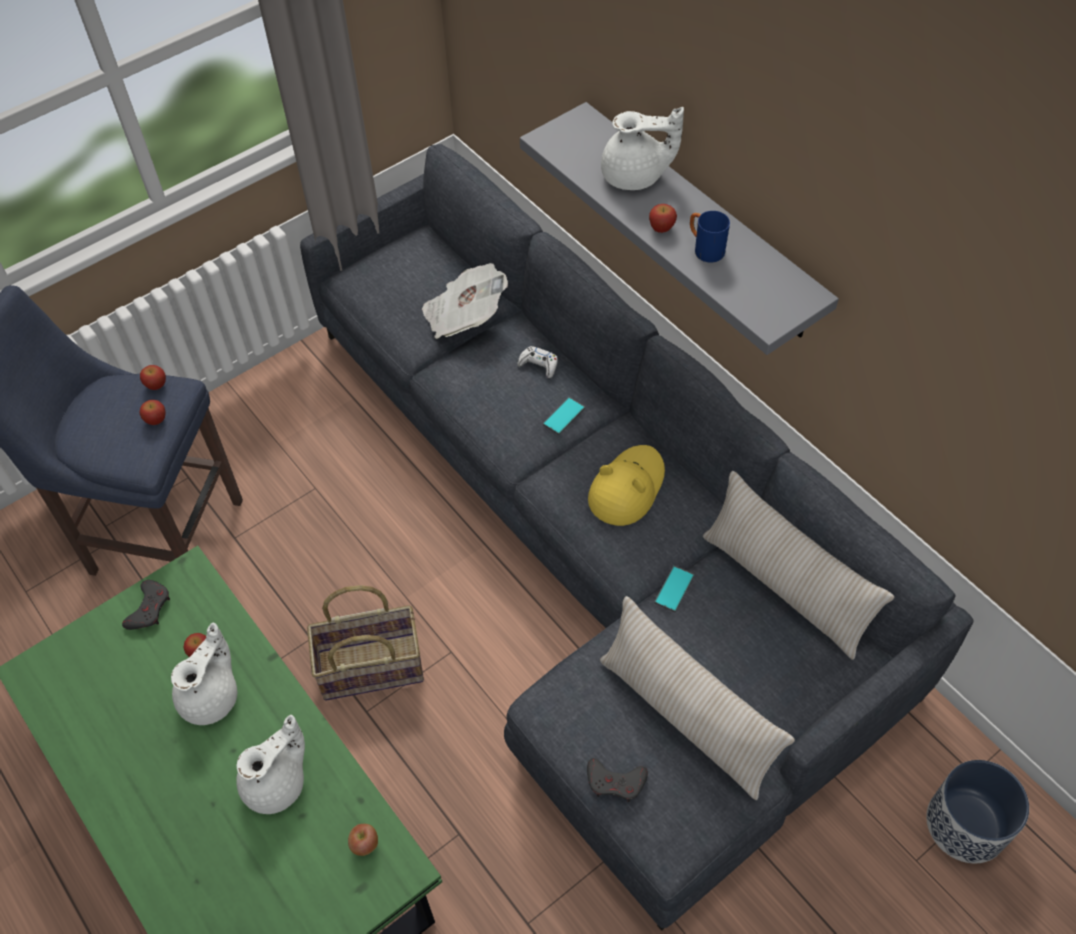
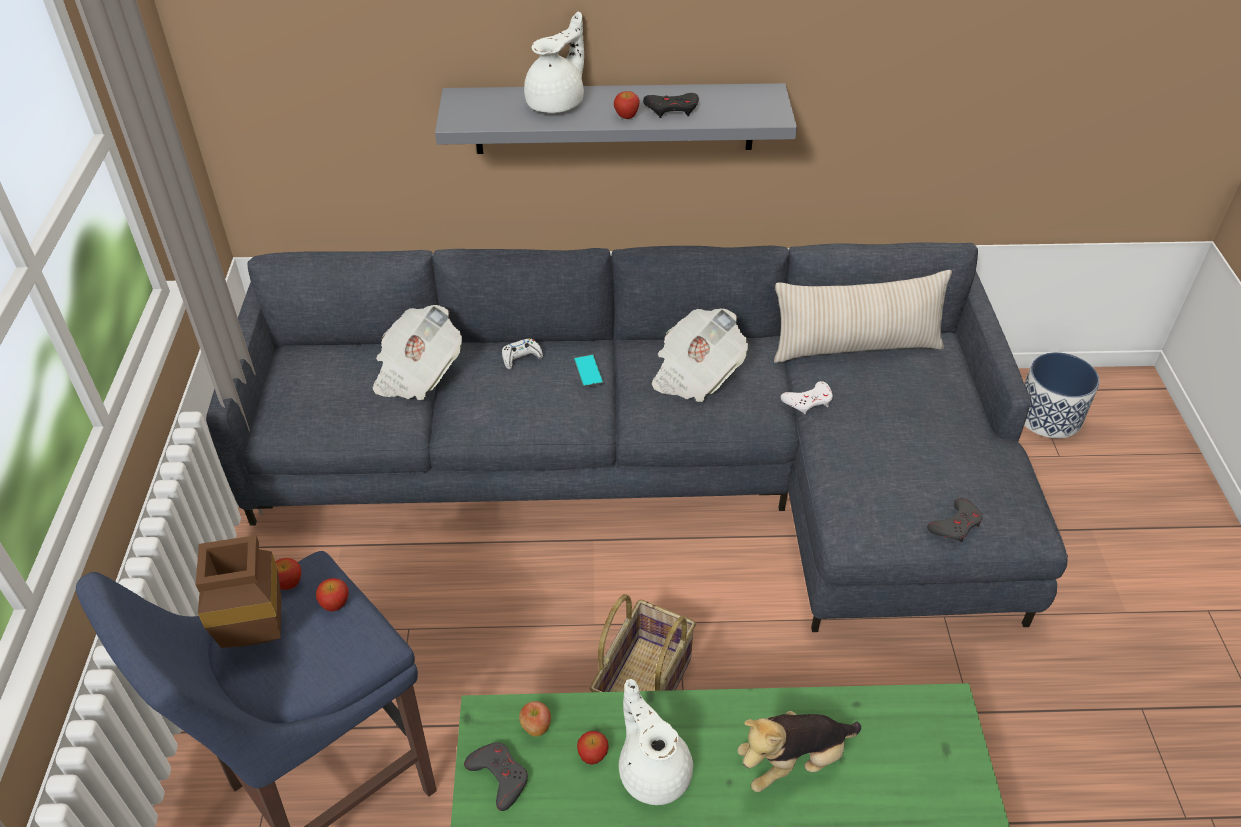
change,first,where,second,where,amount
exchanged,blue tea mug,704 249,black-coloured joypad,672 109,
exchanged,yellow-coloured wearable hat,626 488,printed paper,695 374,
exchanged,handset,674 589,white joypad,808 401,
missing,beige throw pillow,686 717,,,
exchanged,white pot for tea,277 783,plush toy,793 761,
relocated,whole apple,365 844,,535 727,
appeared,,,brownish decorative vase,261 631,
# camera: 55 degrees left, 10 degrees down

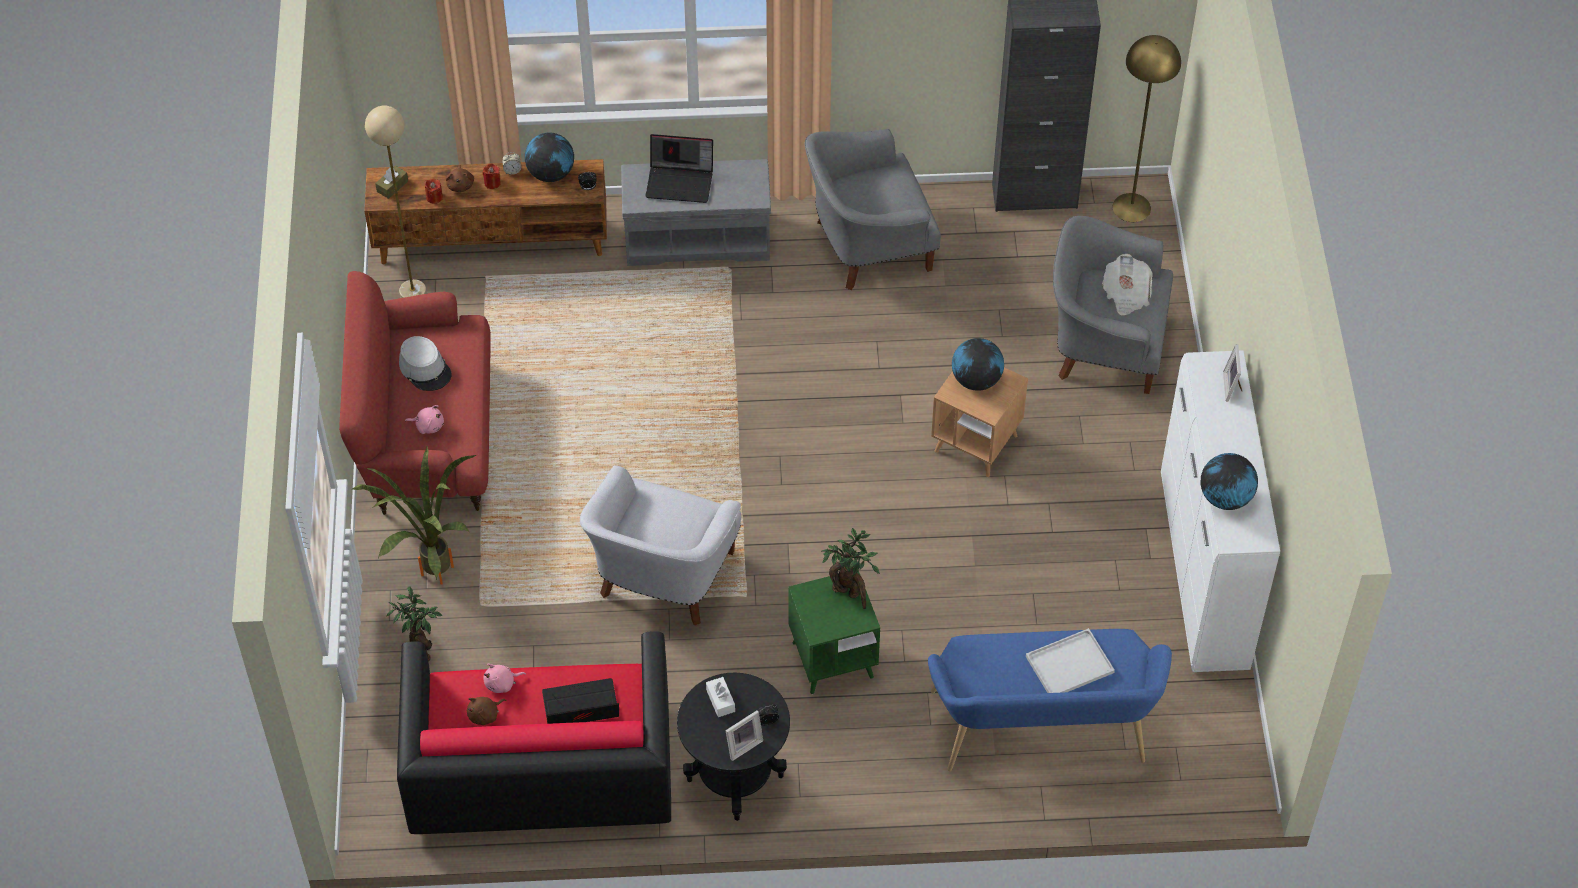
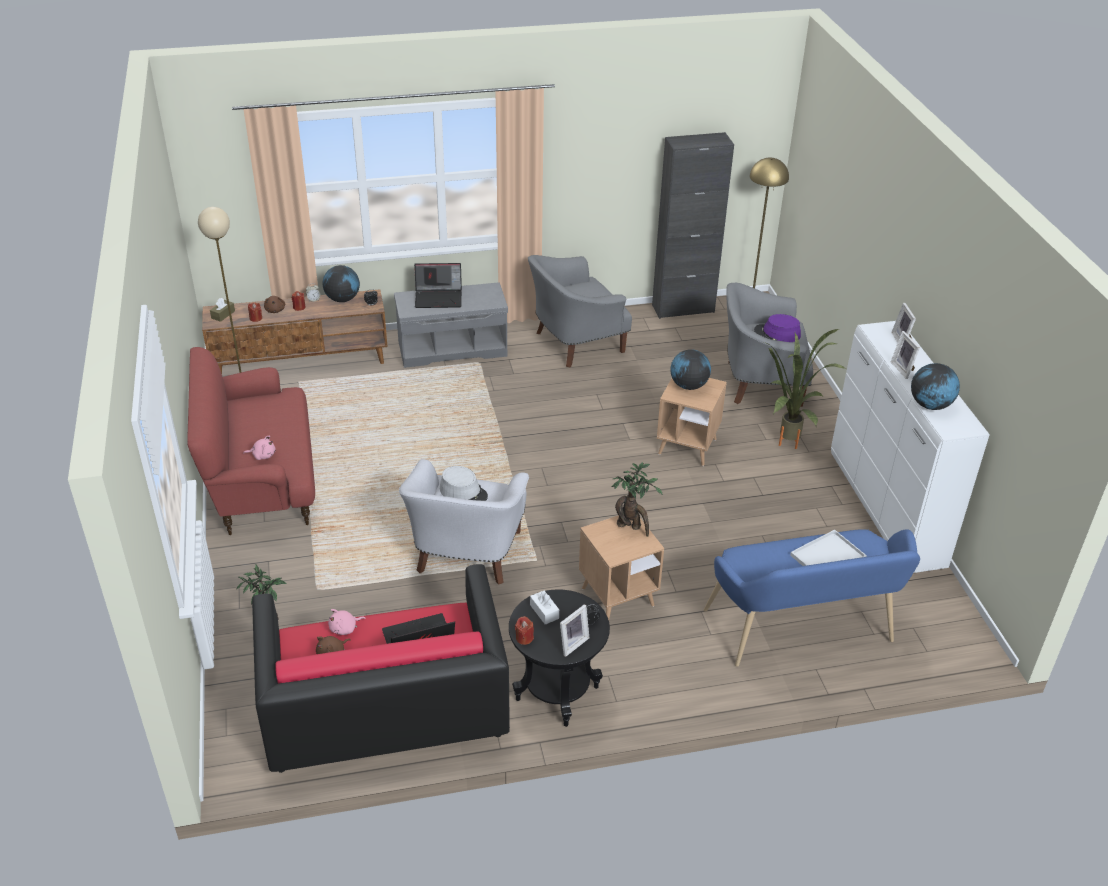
change,first,where,second,where,amount
exchanged,printed paper,1126 294,purplish wearable hat,777 334,
relocated,gray wearable hat,425 368,,463 492,
relocated,plant in a pot,429 577,,785 446,
colour,green accent table,832 660,brownish accent table,617 597,
appeared,,,photo frame,904 369,
appeared,,,red candle,524 638,
# camera: 10 degrees left, 15 degrees down

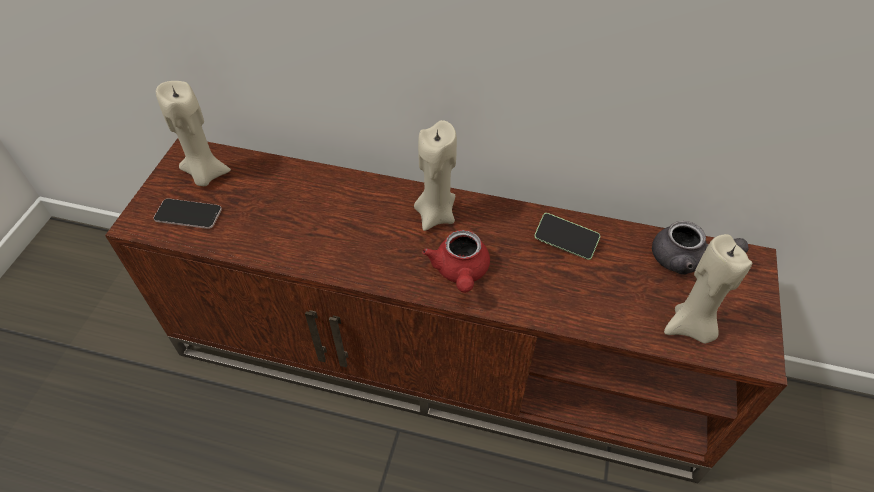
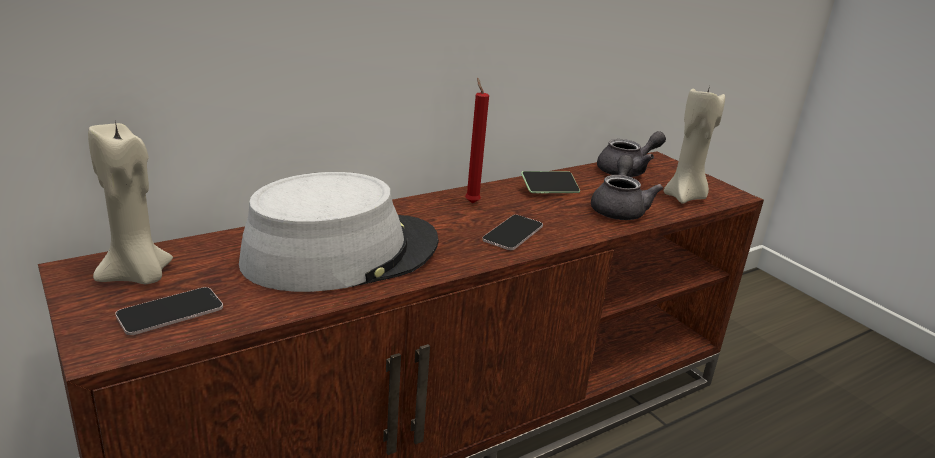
change,first,where,second,where,amount
missing,beige candle,436 215,,,
exchanged,red pot for tea,460 272,handset,513 233,
appeared,,,red candle,471 202,
appeared,,,gray pot for tea,619 208,
appeared,,,gray wearable hat,341 253,
# camera: 50 degrees left, 25 degrees down

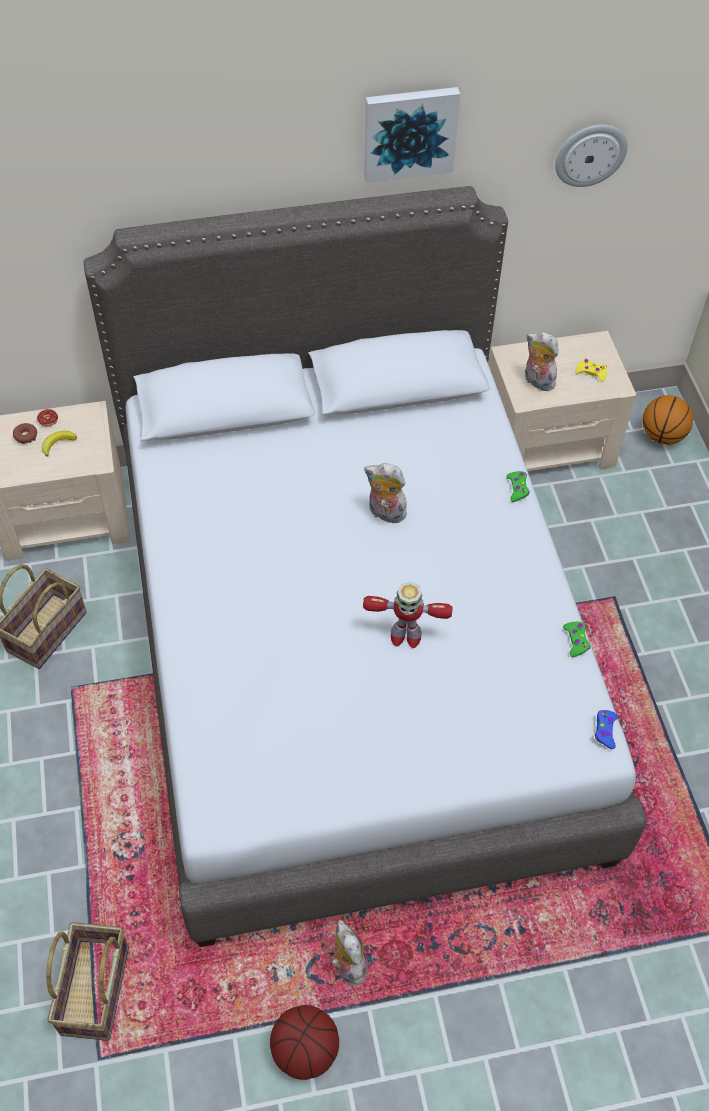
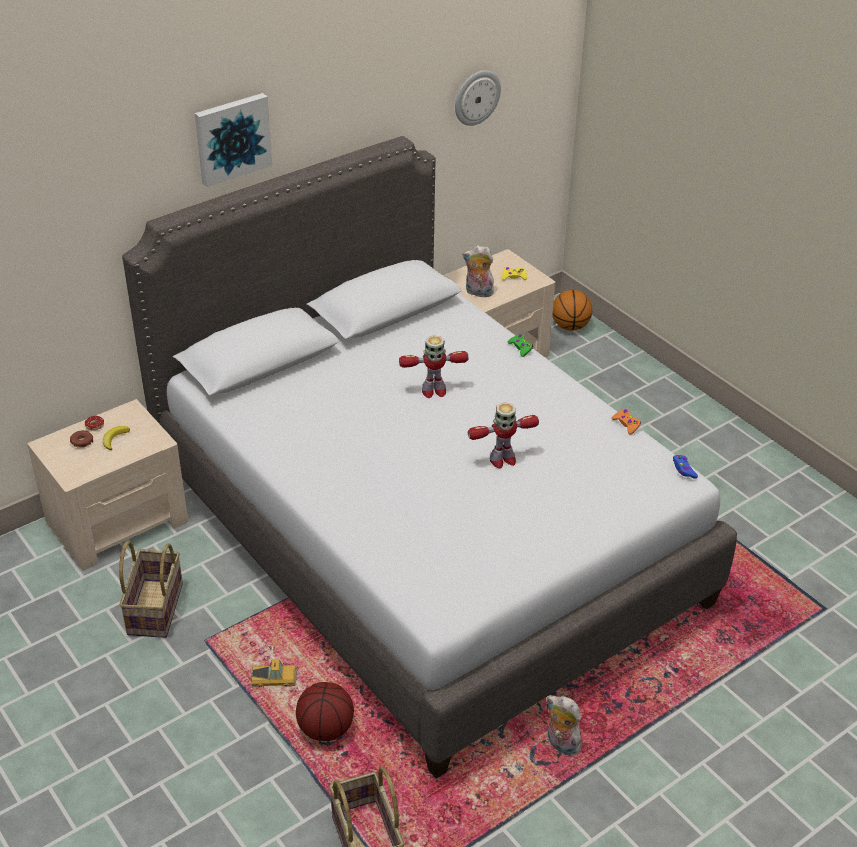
change,first,where,second,where,amount
relocated,wall picture,409 132,,232 138,
exchanged,plush toy,385 513,robot figure,433 391,
colour,green joypad,576 641,orangey joypad,626 424,
relocated,ball for basketball,304 1050,,325 729,
appeared,,,miniature car,275 678,
# camera: 25 degrees left, 15 degrees down

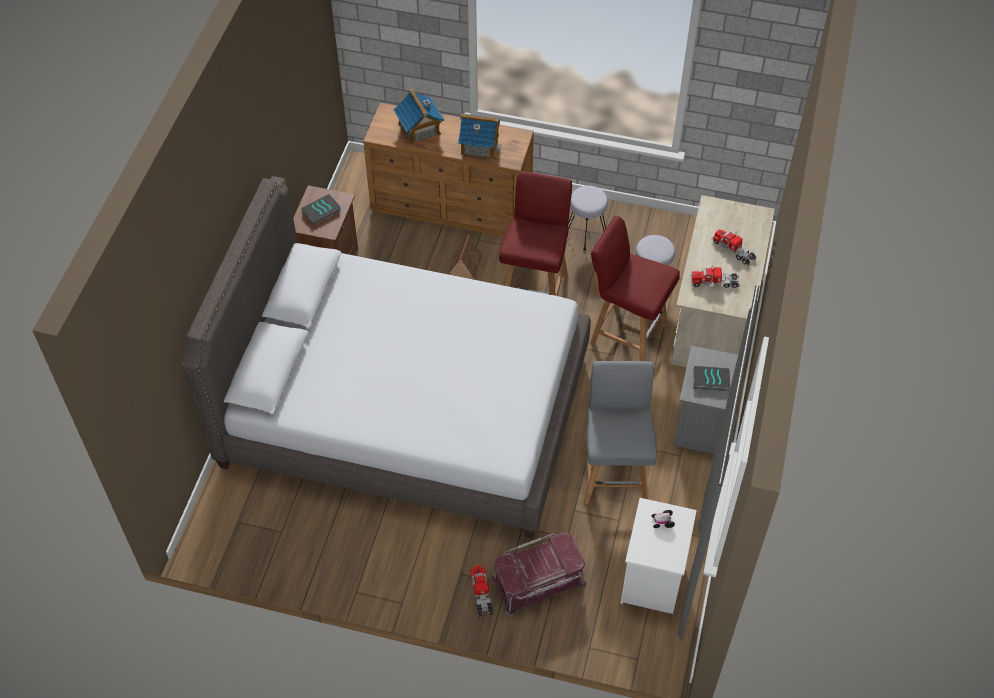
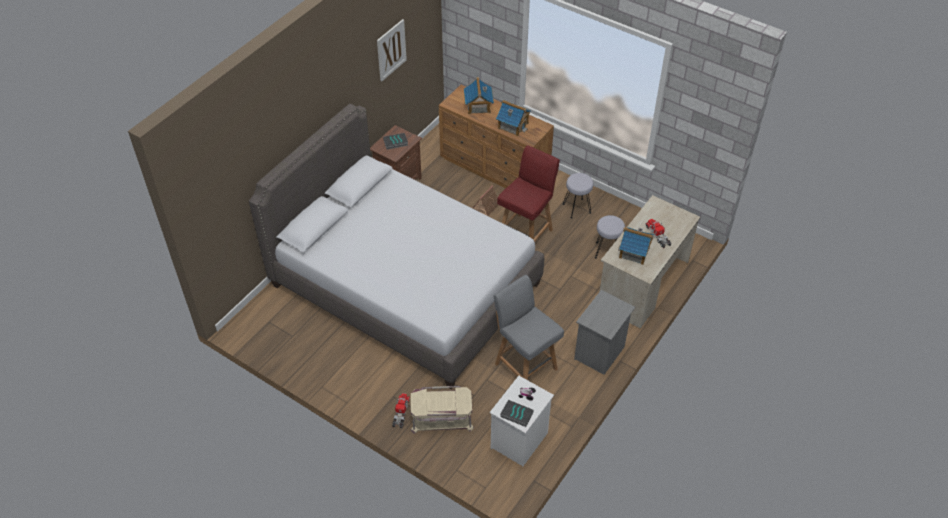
change,first,where,second,where,amount
missing,red chair,627 332,,,
exchanged,model truck,714 282,miniature house,634 252,
spun,gray chair,614 474,,525 365,60 degrees counterclockwise
relocated,book,710 381,,516 415,
colour,red storage box,538 583,beige storage box,441 418,
appeared,,,wall picture,391 50,
# camera: 20 degrees right, 5 degrees down

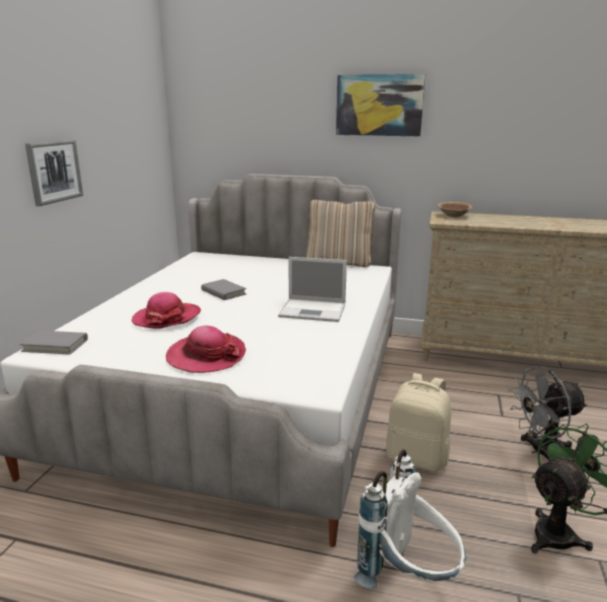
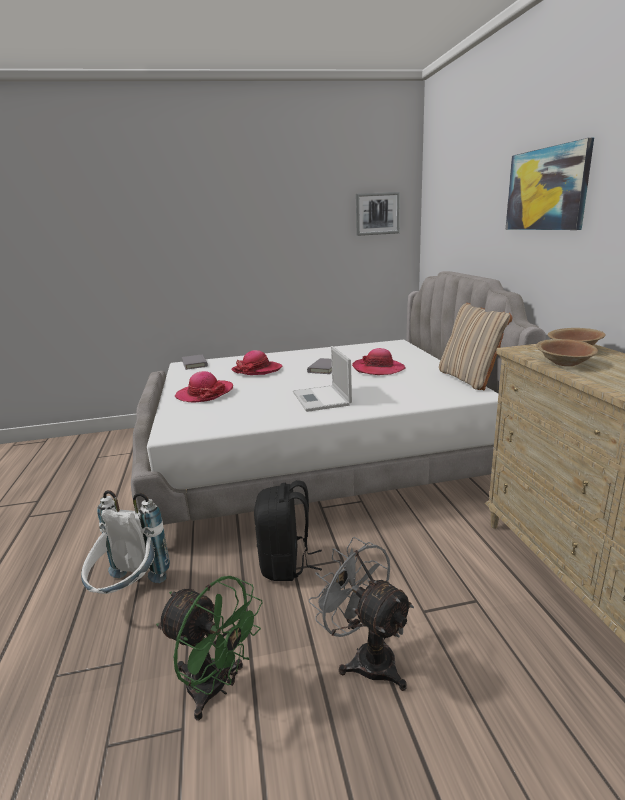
change,first,where,second,where,amount
relocated,wall picture,54 171,,377 214,
colour,beige knapsack,417 458,black-coloured knapsack,286 564,
appeared,,,brownish serving bowl,564 363,
appeared,,,wearable hat,378 369,
# camera: 65 degrees right, 0 degrees up

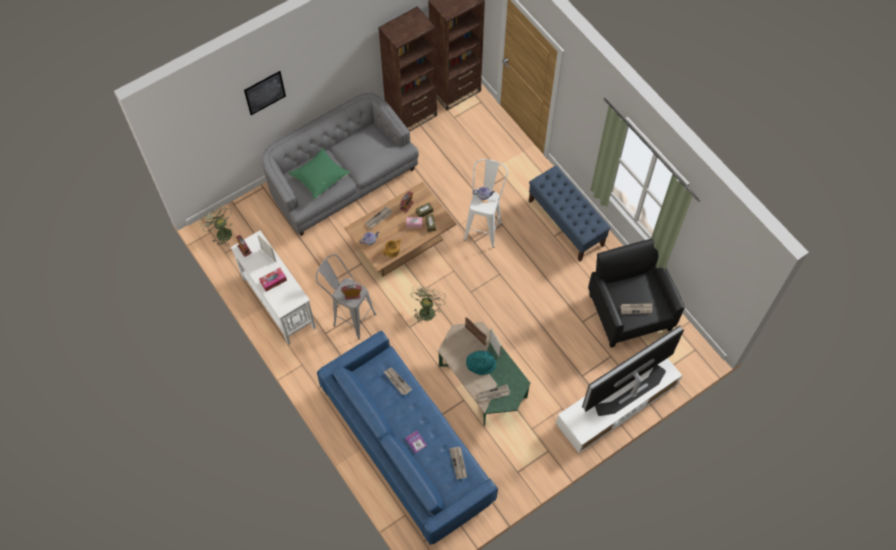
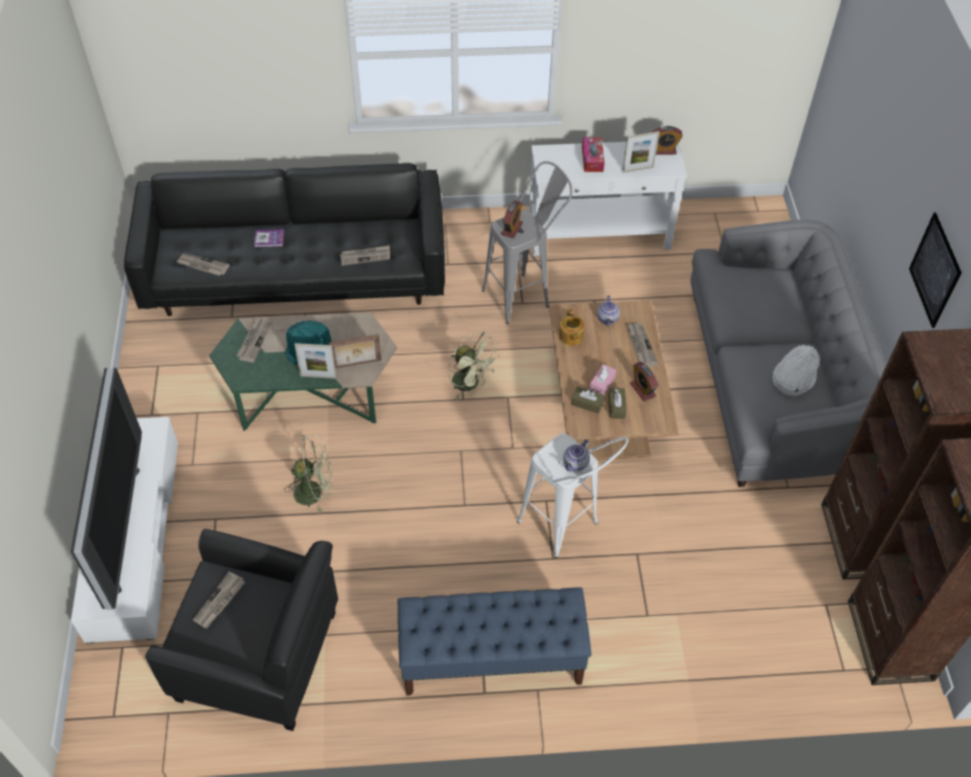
change,first,where,second,where,amount
relocated,wall picture,265 92,,935 270,
missing,green throw pillow,320 178,,,
relocated,green fan,221 232,,315 491,
colour,blue sofa,407 445,black-coloured sofa,296 274,
appeared,,,white wearable hat,793 378,
# camera: 120 degrees right, 10 degrees down

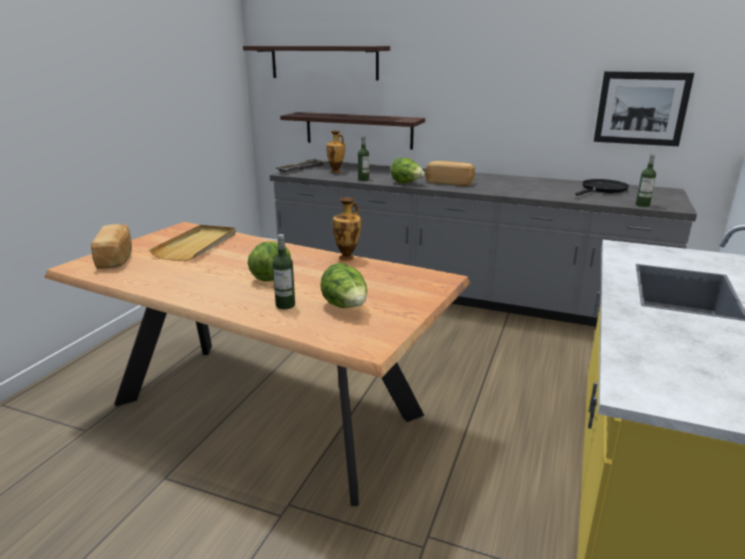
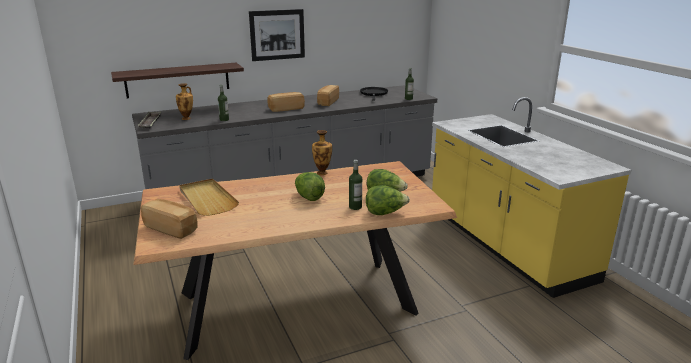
change,first,where,second,where,amount
missing,shelf,324 62,,,
relocated,wall picture,641 108,,277 35,
relocated,head of lettuce,407 183,,385 213,
appeared,,,bread,327 102,
# camera: 45 degrees left, 0 degrees up

